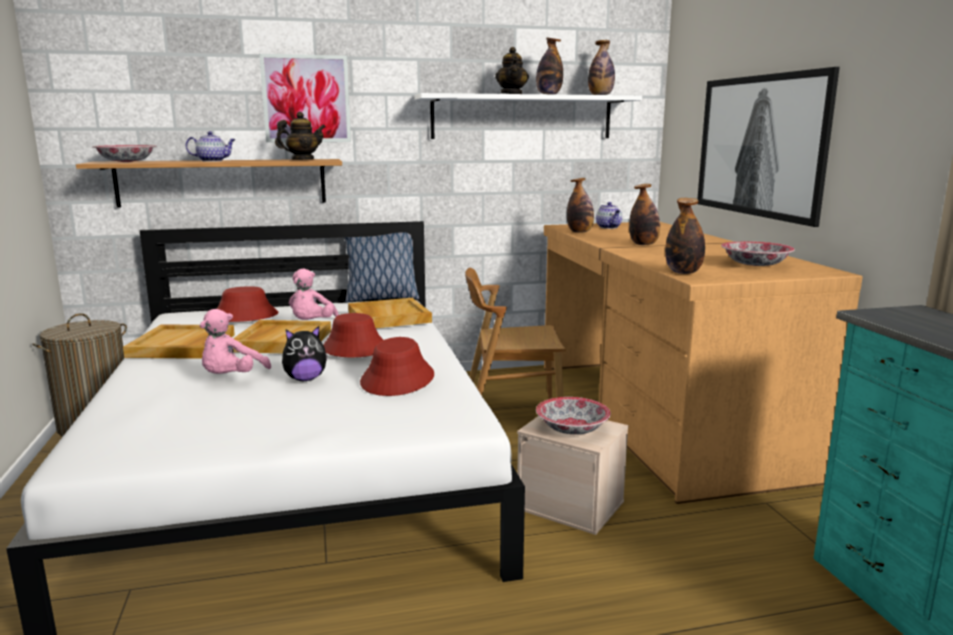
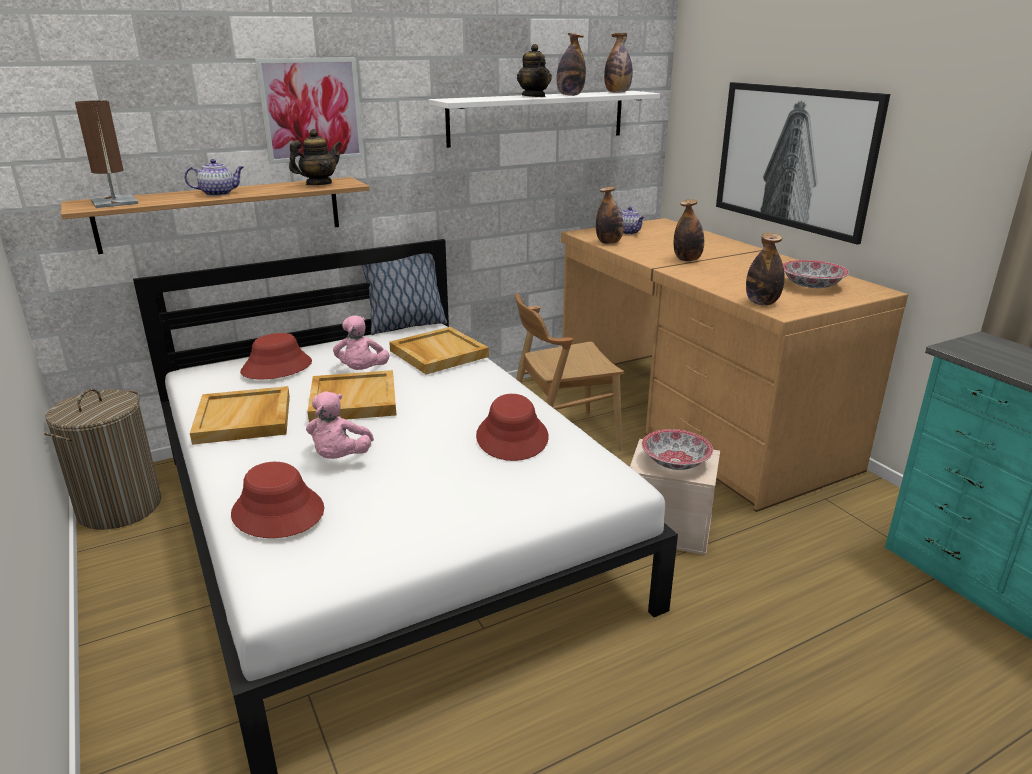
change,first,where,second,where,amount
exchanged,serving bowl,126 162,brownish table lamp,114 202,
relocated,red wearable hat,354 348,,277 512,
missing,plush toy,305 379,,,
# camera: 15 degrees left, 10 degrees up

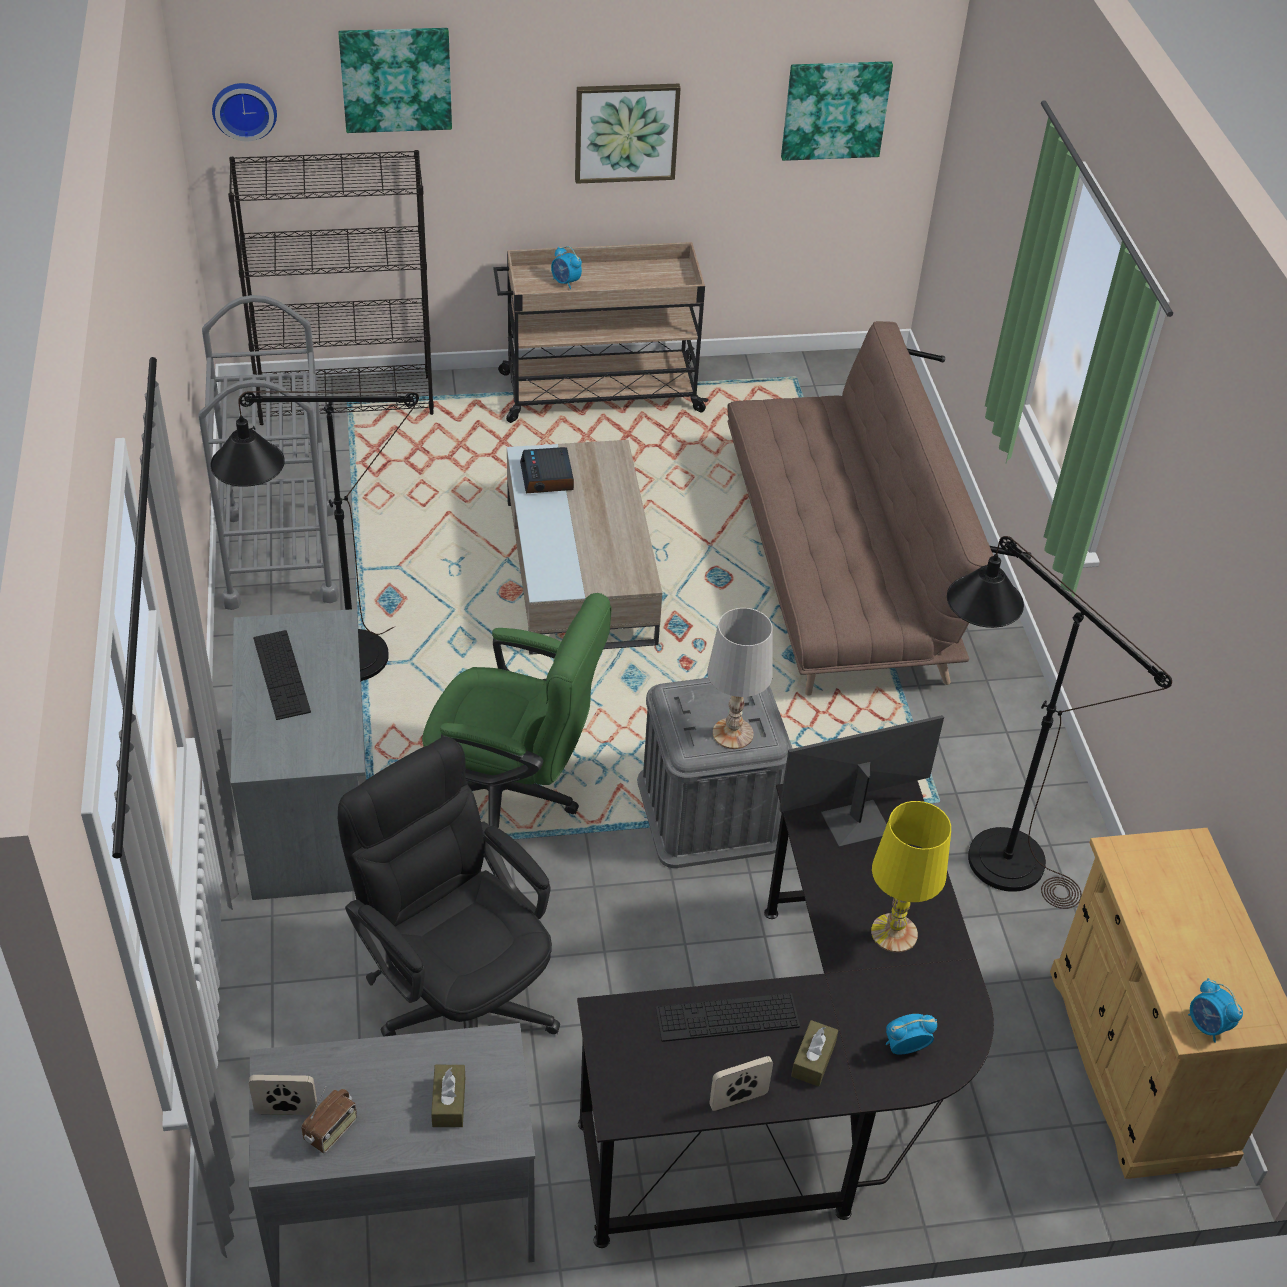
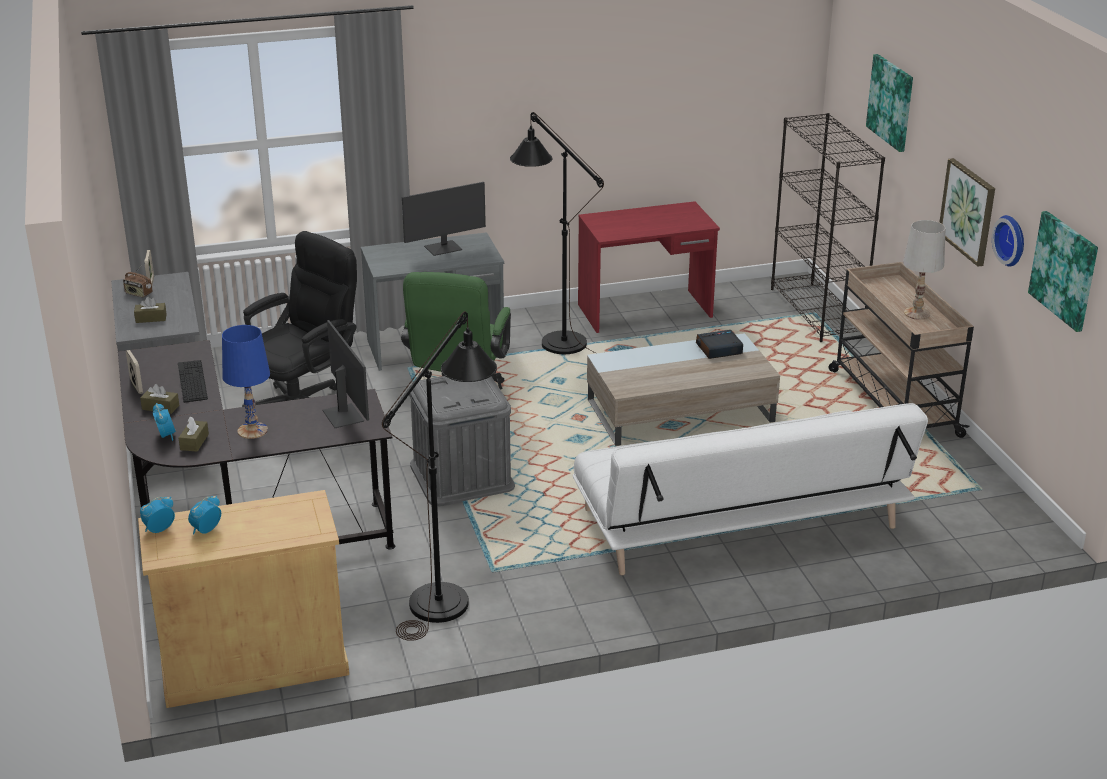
change,first,where,second,where,amount
relocated,clock on the wall,244 109,,1012 240,
relocated,table clock,565 282,,206 530,
exchanged,gray cart,280 556,red desk table,645 311,
colour,brownish sofa,839 565,white sofa,740 520,
relocated,white table lamp,733 733,,917 313,
exchanged,PC keyboard,281 674,computer screen,443 248,
colour,yellow-coloured table lamp,894 932,blue table lamp,253 430,
appeared,,,brownish tissue box,194 442,
# camera: 85 degrees right, 15 degrees down

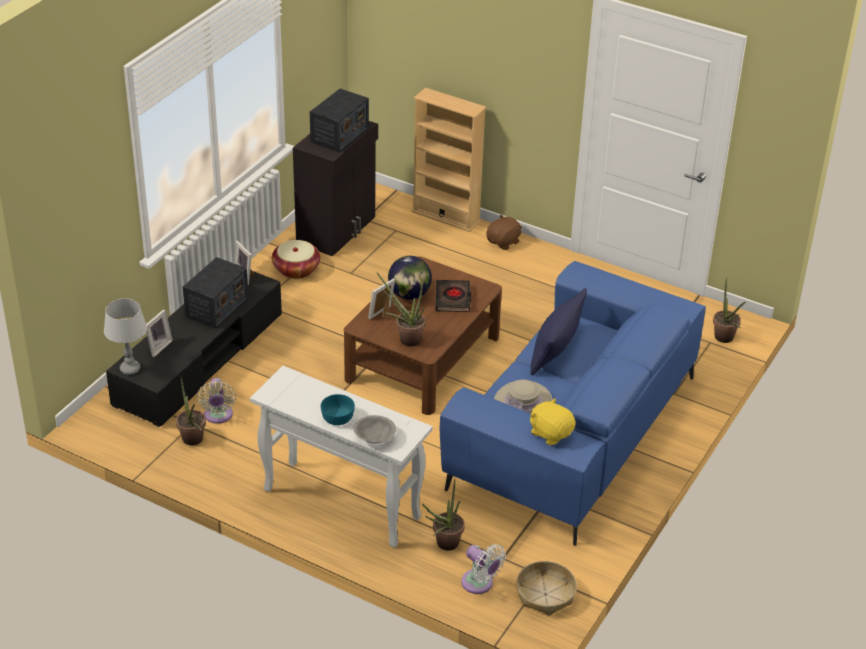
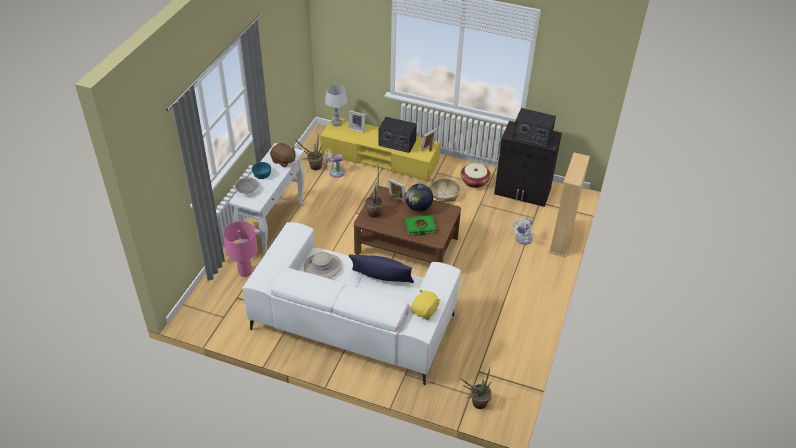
change,first,where,second,where,amount
relocated,brownish plush toy,504 242,,283 161,
colour,blue sofa,572 431,white sofa,353 321,
colour,black-coloured tv stand,199 359,yellow-coloured tv stand,380 158,
colour,black-coloured book,453 299,green book,420 227,
relocated,yellow-coloured plush toy,551 433,,425 311,
exchanged,plant in a pot,444 545,pinkish table lamp,245 272,
relocated,white fan,479 584,,522 239,
relocated,household basket,545 594,,444 194,
# camera: 80 degrees right, 5 degrees up

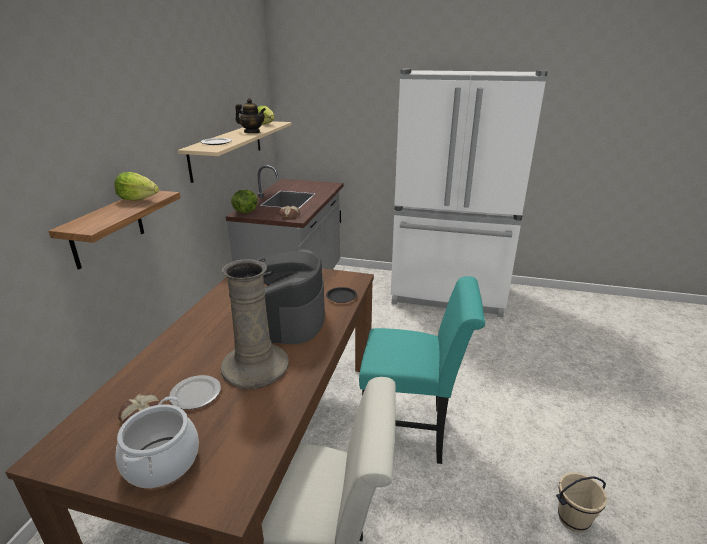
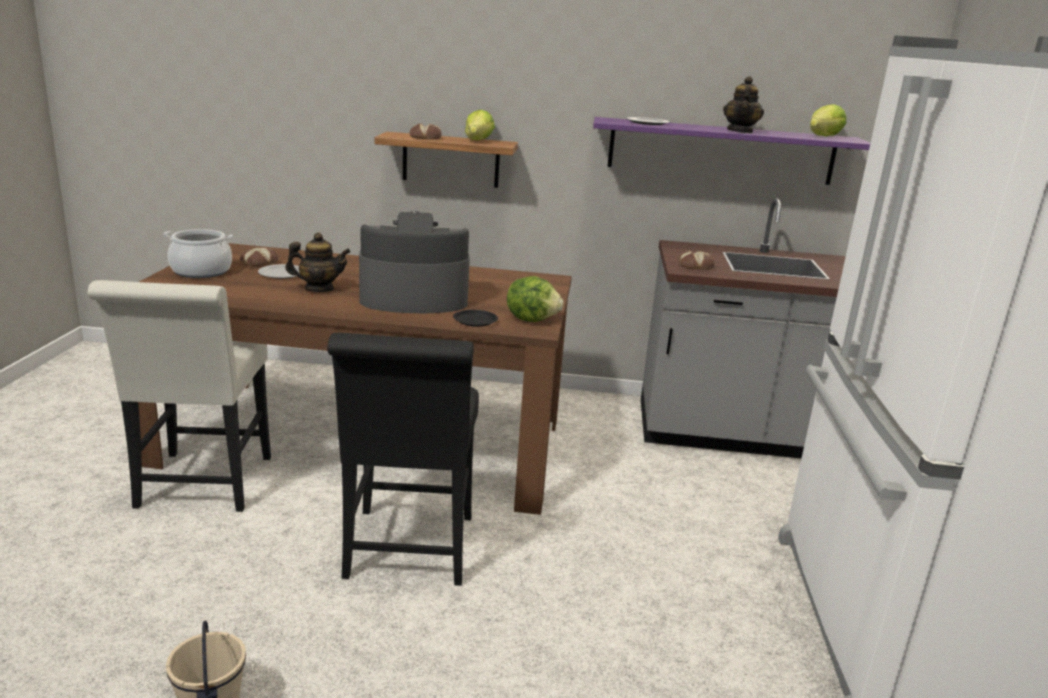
change,first,where,second,where,amount
colour,beige shelf,227 148,purplish shelf,721 151,
relocated,head of lettuce,245 211,,532 319,
exchanged,beige decorative vase,254 366,pot for tea,319 289,
colour,turquoise-coloured chair,412 431,black-coloured chair,408 553,
appeared,,,bread,426 137,
# camera: 80 degrees right, 5 degrees down

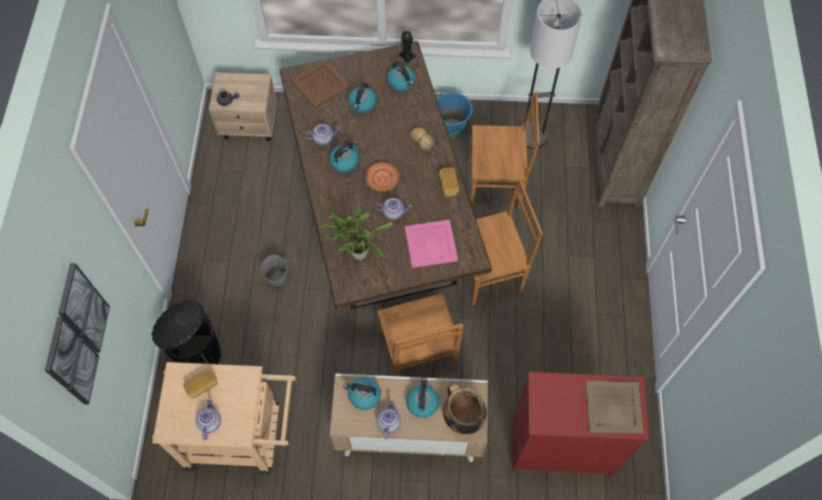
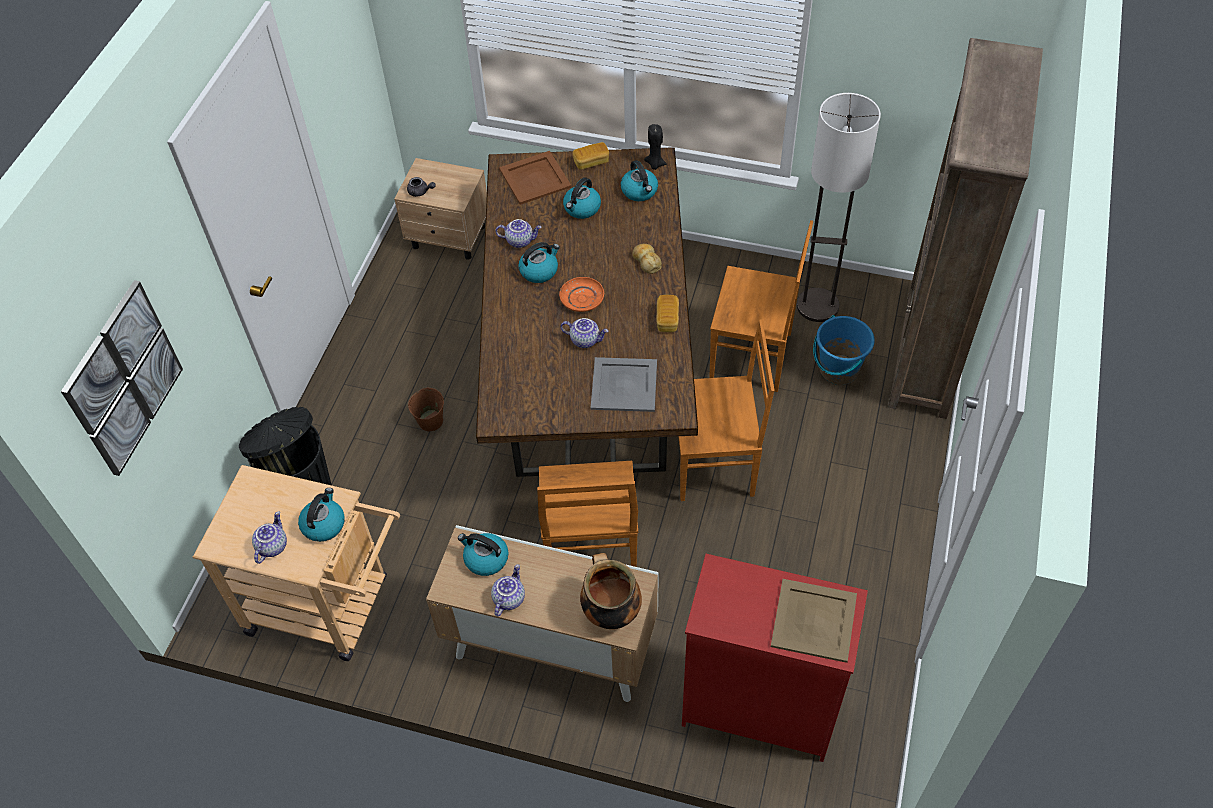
change,first,where,second,where,amount
relocated,blue pail,450 129,,838 370,
missing,plant in a pot,357 252,,,
colour,pinkish tray,430 243,gray tray,623 384,
colour,gray pail,276 277,brownish pail,430 421,
relocated,bread,202 386,,591 162,
relocated,tea kettle,422 402,,324 524,
# camera: 15 degrees right, 10 degrees down

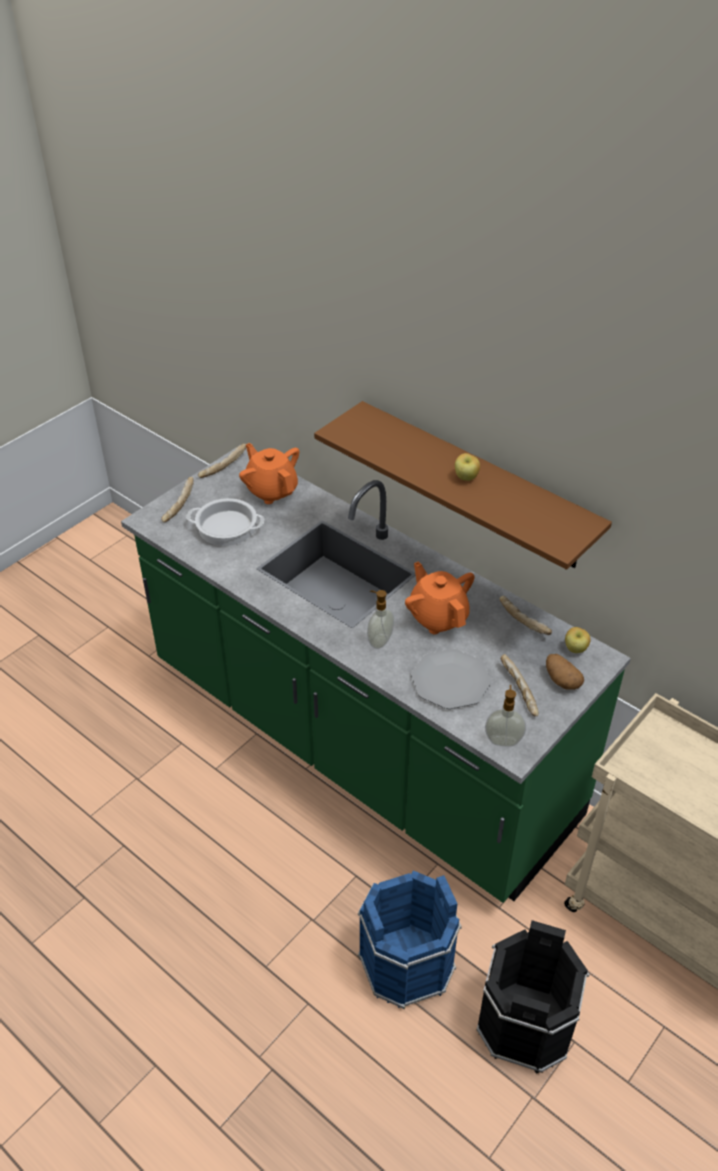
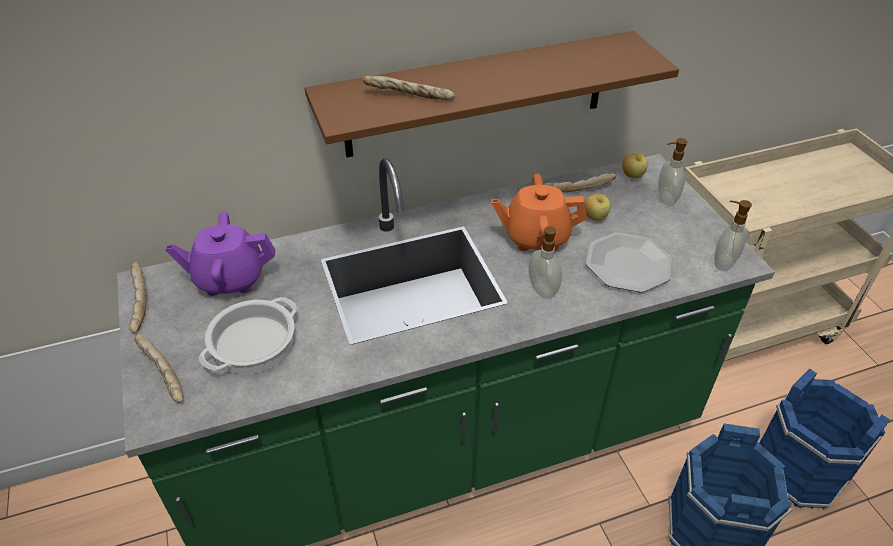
change,first,where,second,where,amount
colour,orangey pot for tea,271 490,purplish pot for tea,229 279,
relocated,whole apple,466 478,,595 218,
relocated,bread,518 690,,409 97,
exchanged,potato,561 680,liquid soap bottle,665 199,
colour,black-coloured pail,524 1023,blue pail,798 469,
# camera: 60 degrees left, 0 degrees up

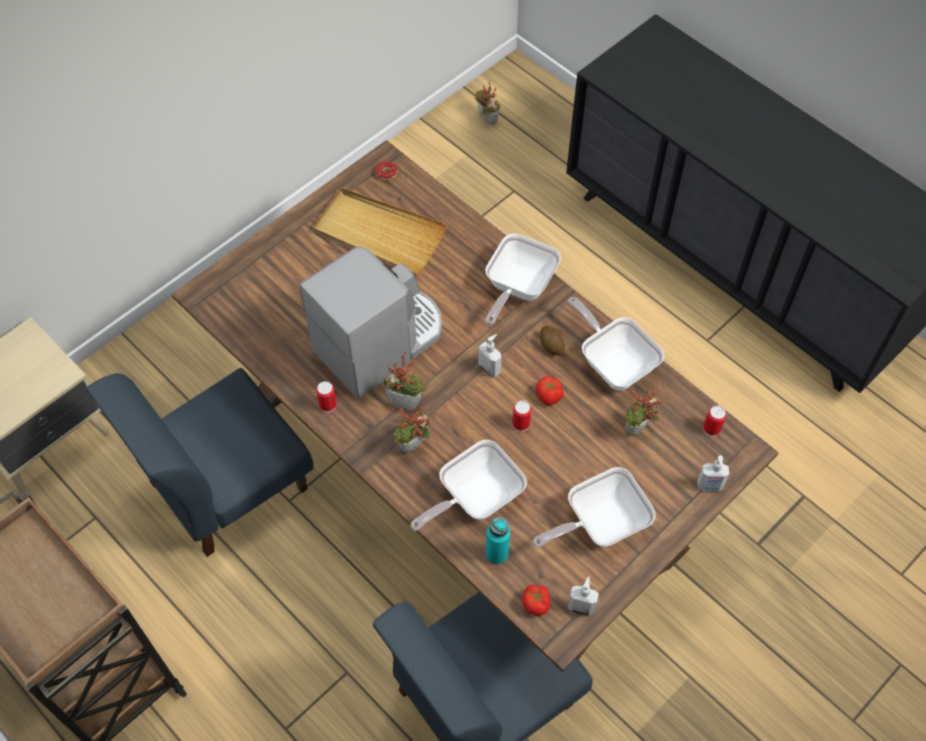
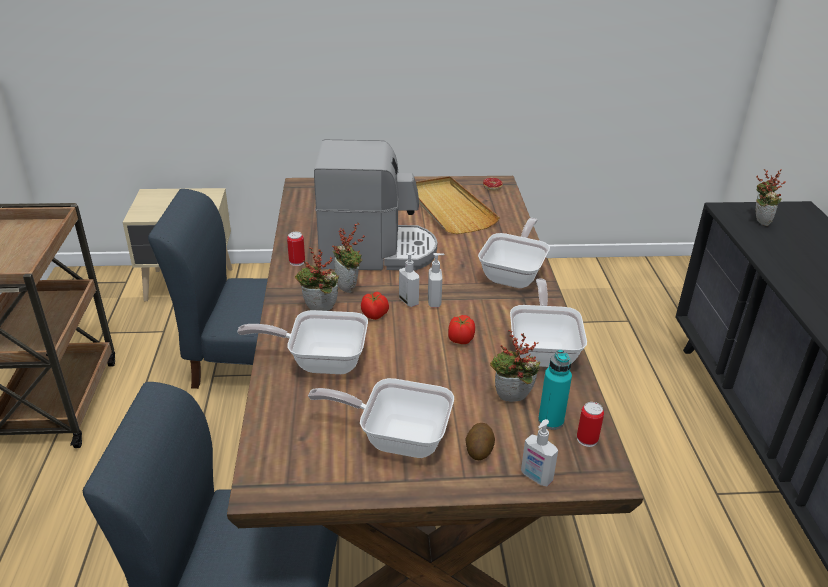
change,first,where,second,where,amount
relocated,plant in a pot,486 121,,758 221,
spun,skillet,517 288,,514 274,135 degrees clockwise
relocated,potato,551 345,,479 449,
missing,can,521 424,,,
relocated,turquoise-coloured drink bottle,497 554,,551 421,
relocated,liquid soap bottle,581 607,,409 301,
relocated,fresh tomato,536 604,,375 315,
# camera: 40 degrees right, 25 degrees down

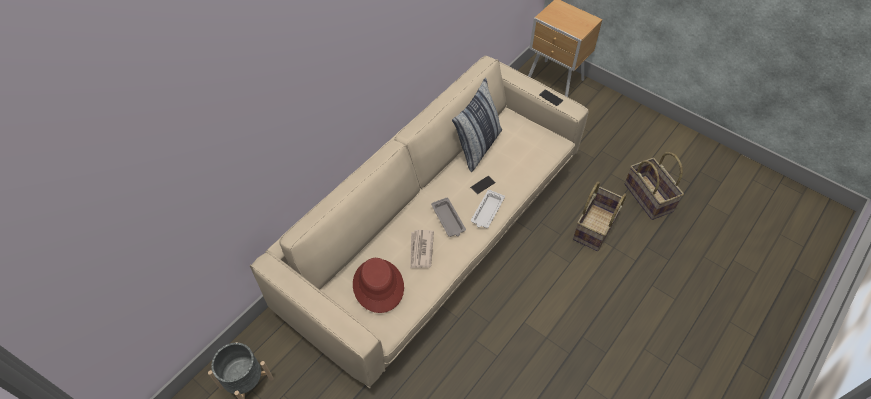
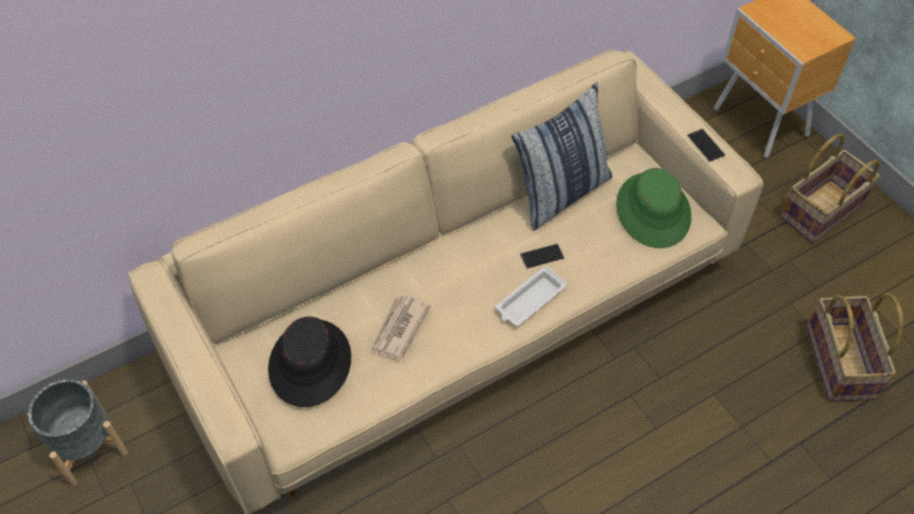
change,first,where,second,where,amount
relocated,household basket,596 228,,822 212,
missing,gray tray,448 219,,,
colour,red wearable hat,378 286,black-coloured wearable hat,309 363,
appeared,,,green wearable hat,653 211,
# camera: 20 degrees right, 0 degrees up

